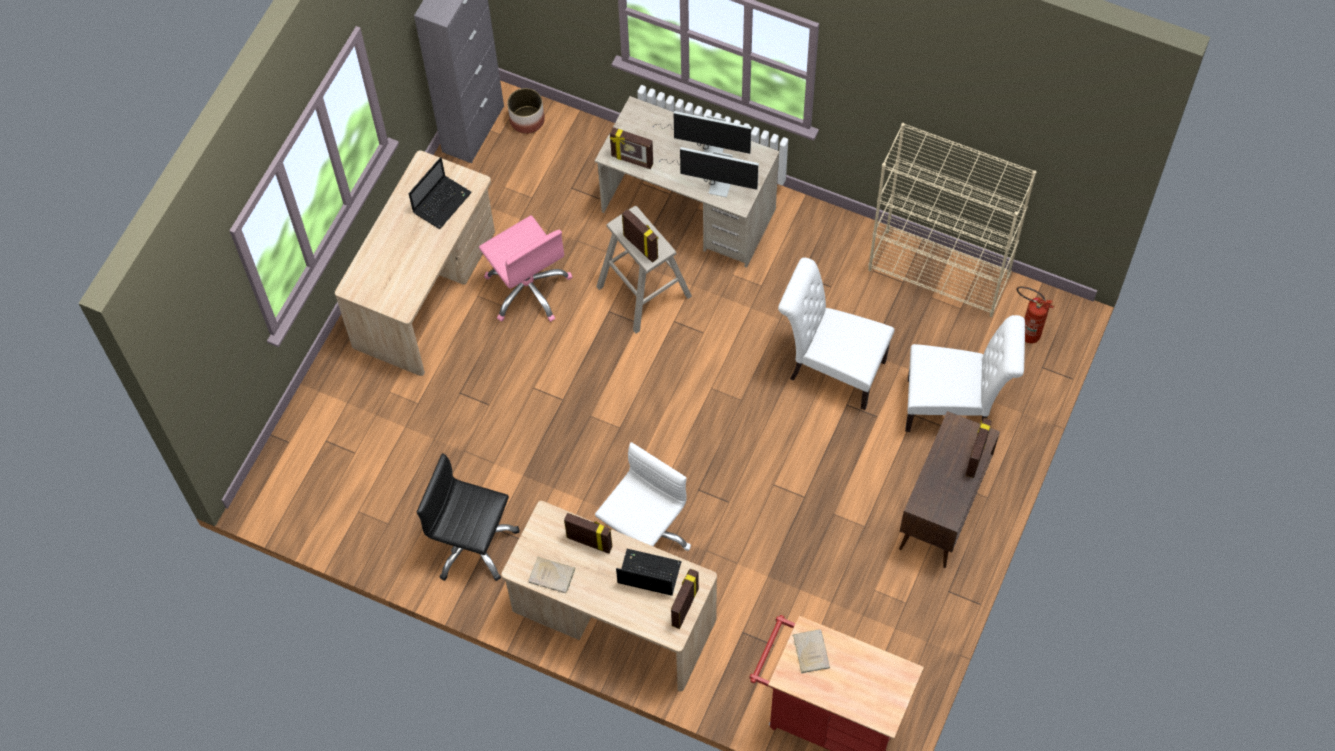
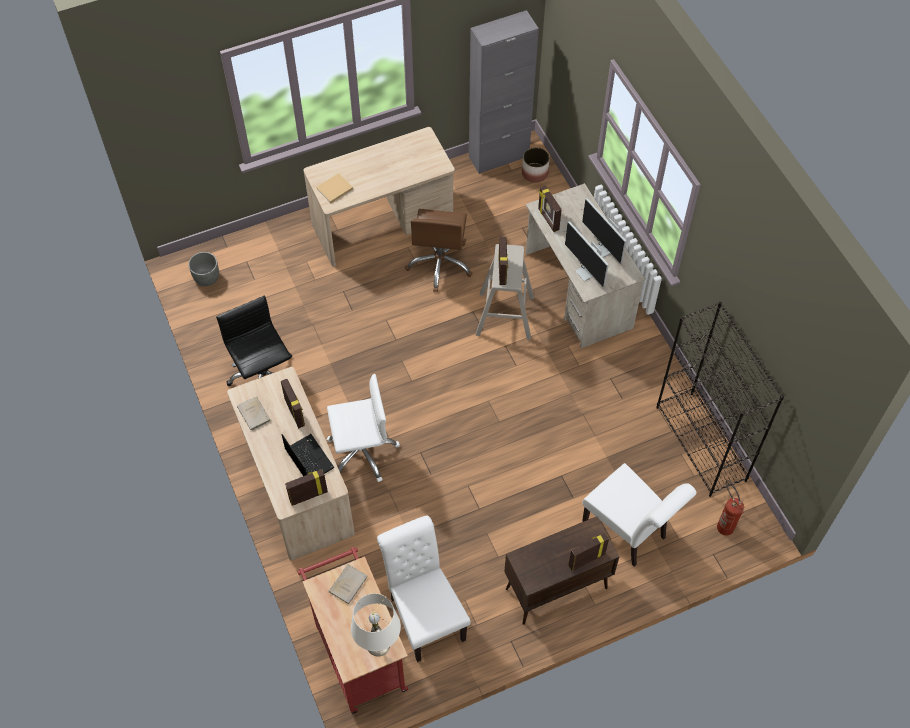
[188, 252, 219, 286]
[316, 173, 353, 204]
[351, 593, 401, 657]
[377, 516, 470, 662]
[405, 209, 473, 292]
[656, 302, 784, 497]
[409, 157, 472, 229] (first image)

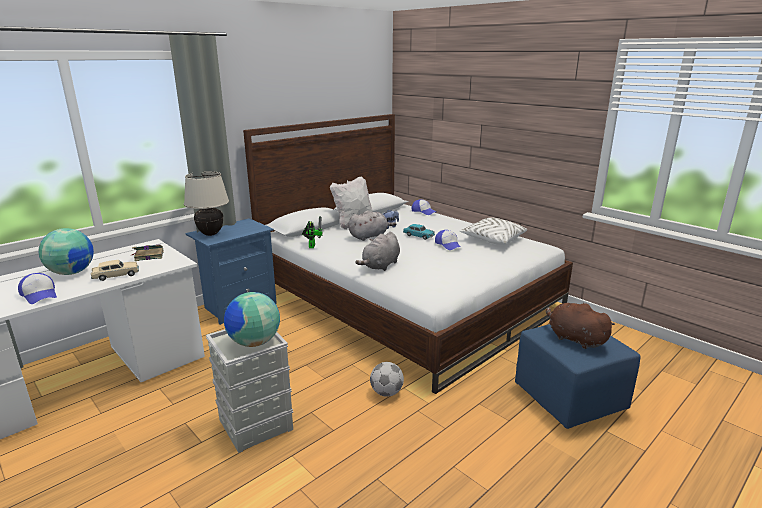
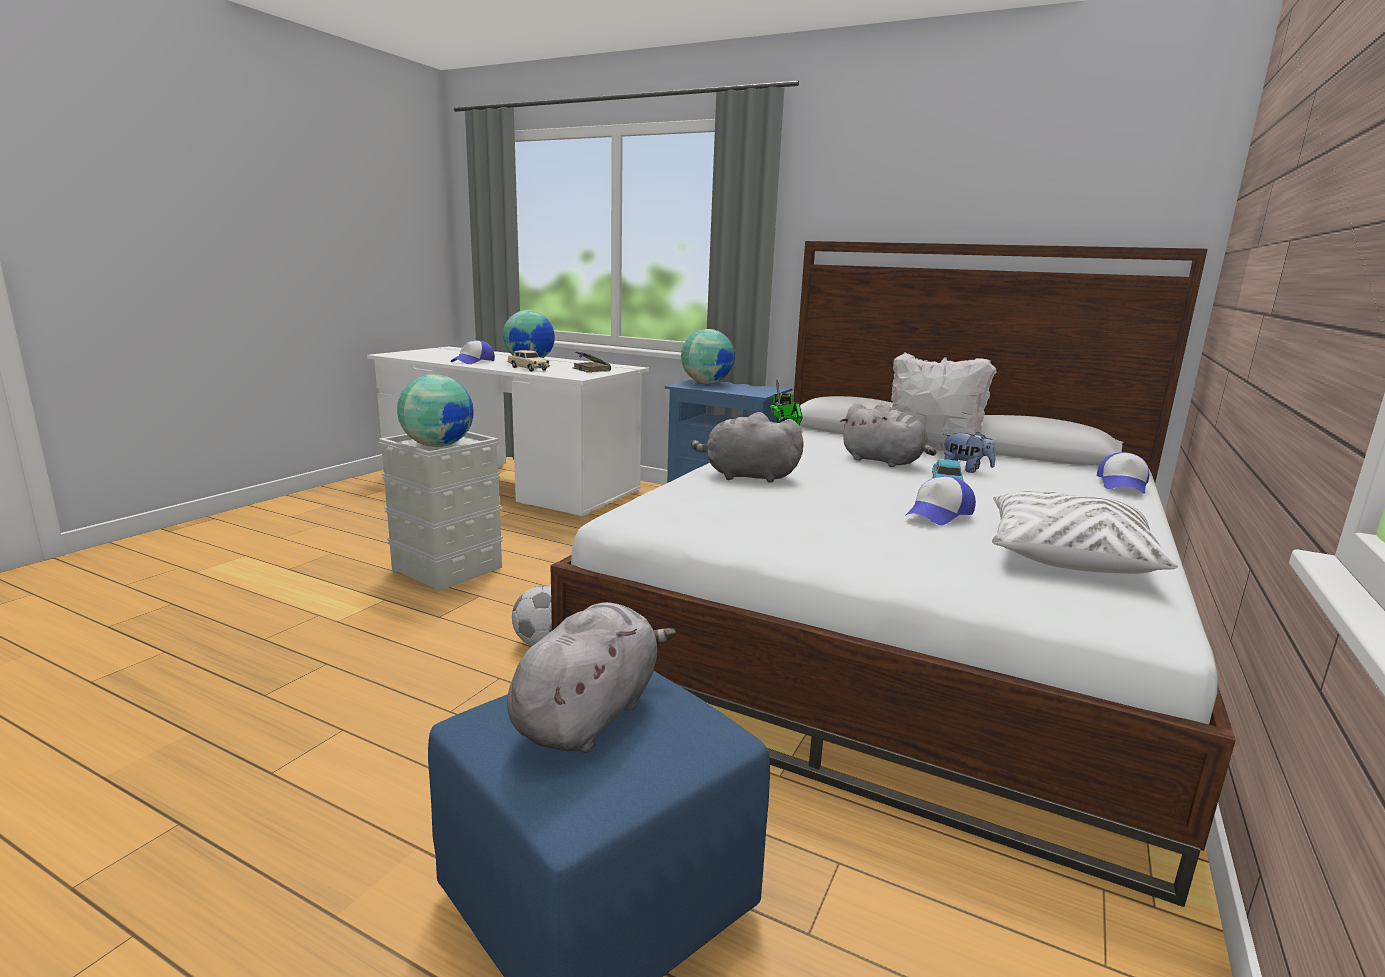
[507, 602, 676, 753]
[681, 329, 735, 384]

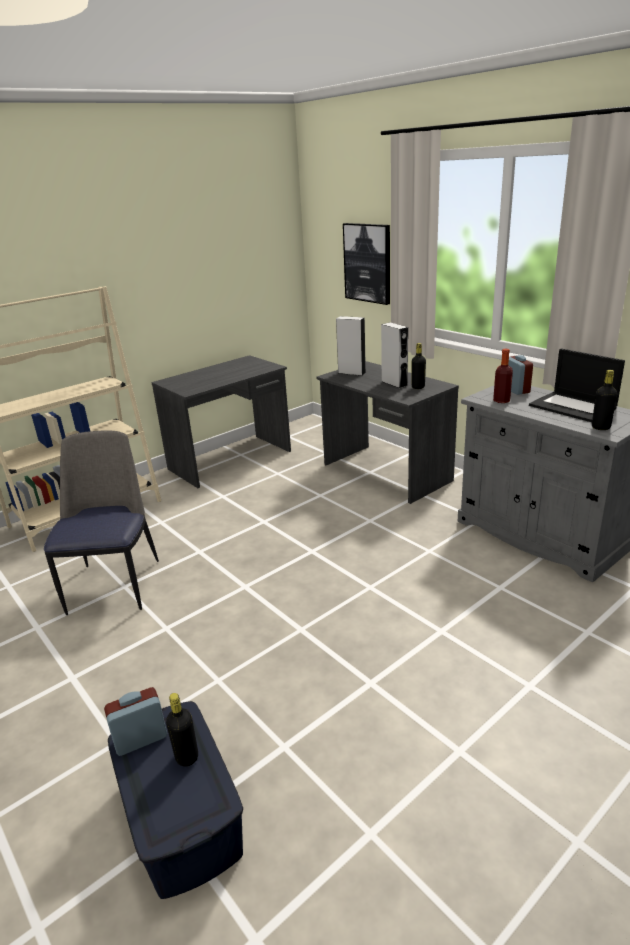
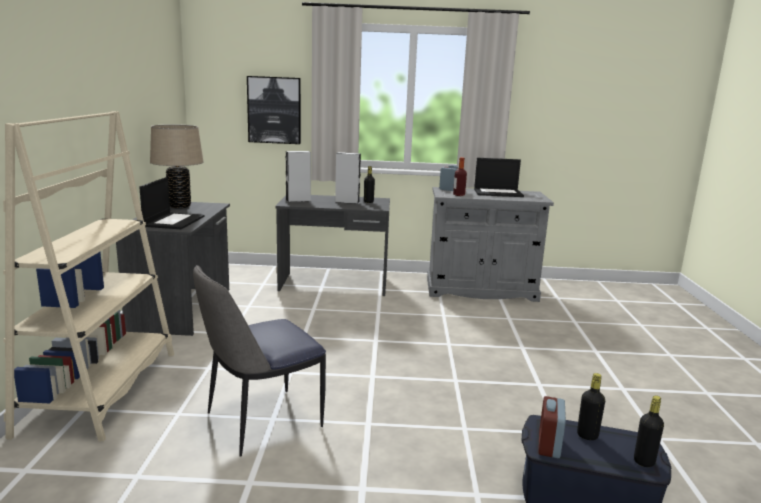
[139, 177, 204, 229]
[150, 124, 204, 208]
[193, 265, 326, 457]
[634, 396, 664, 467]

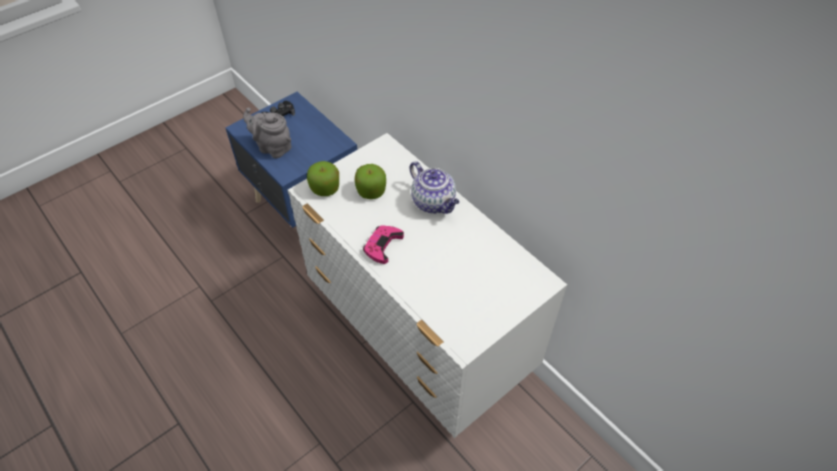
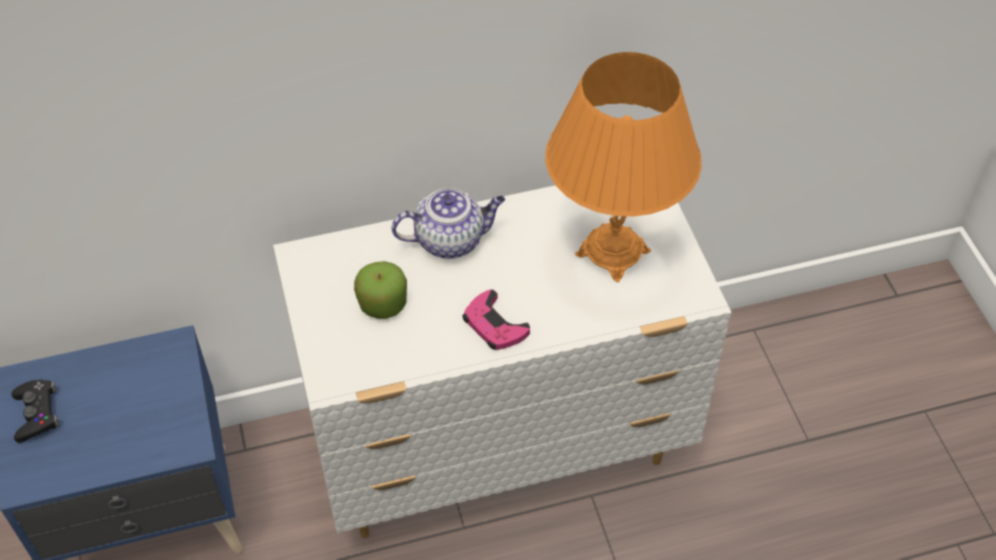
[545, 52, 702, 283]
[243, 107, 291, 158] (first image)
[307, 161, 339, 196] (first image)

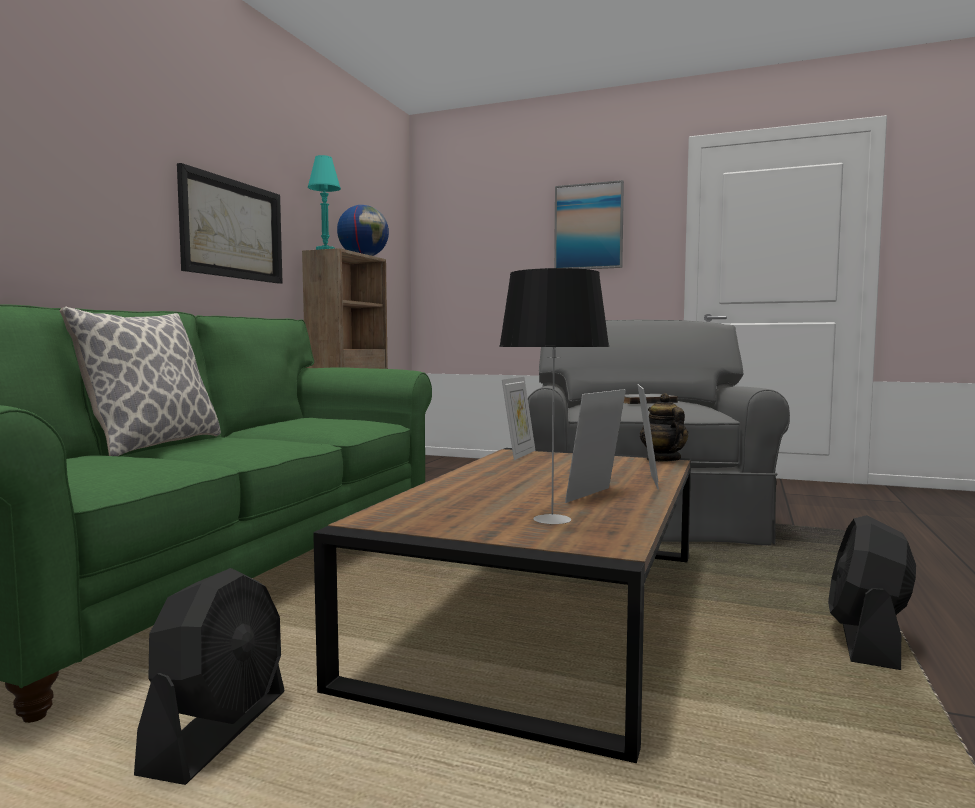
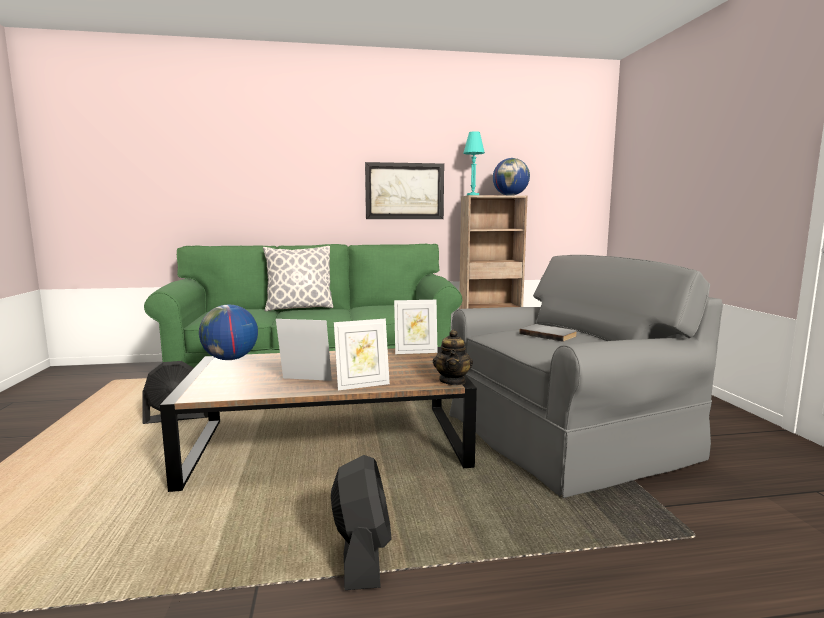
[199, 305, 258, 360]
[331, 455, 392, 590]
[433, 329, 473, 385]
[499, 268, 609, 524] (first image)
[554, 180, 624, 269] (first image)

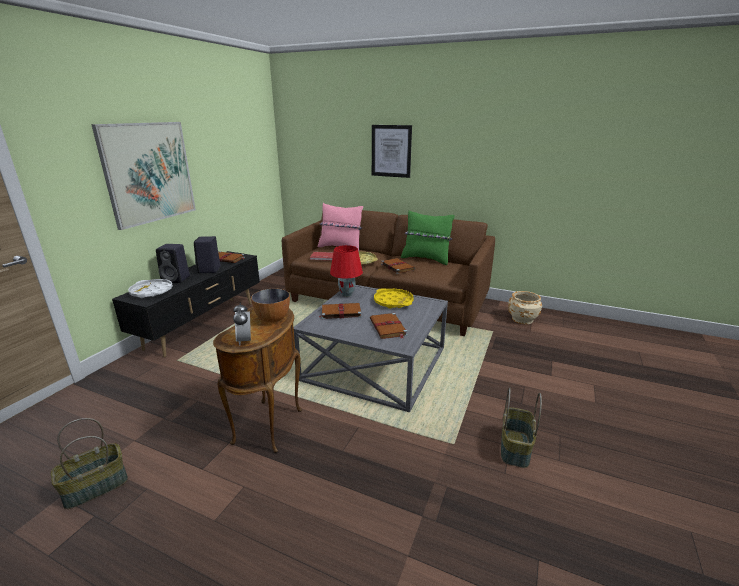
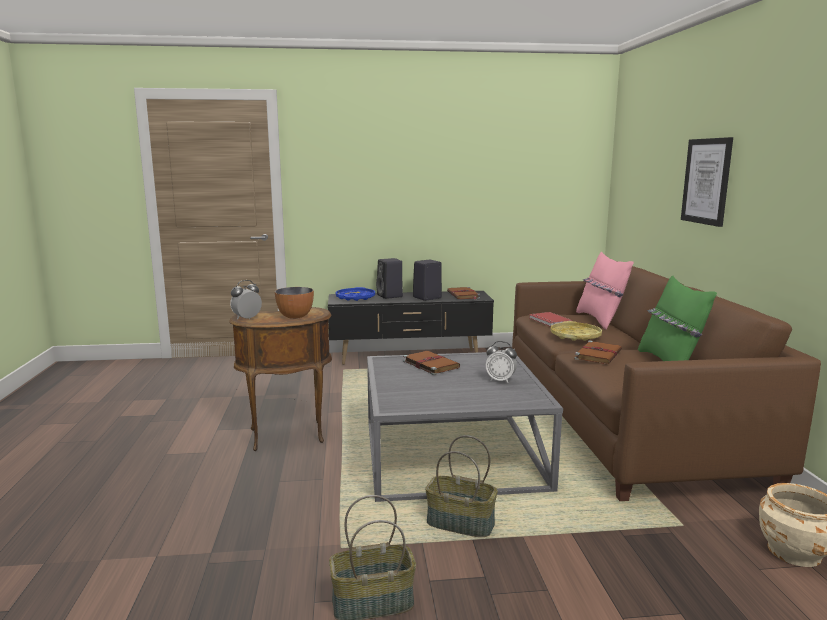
[336, 287, 375, 301]
[425, 435, 498, 537]
[486, 341, 517, 383]
[91, 122, 196, 230] (first image)
[330, 245, 363, 297] (first image)
[370, 313, 408, 339] (first image)

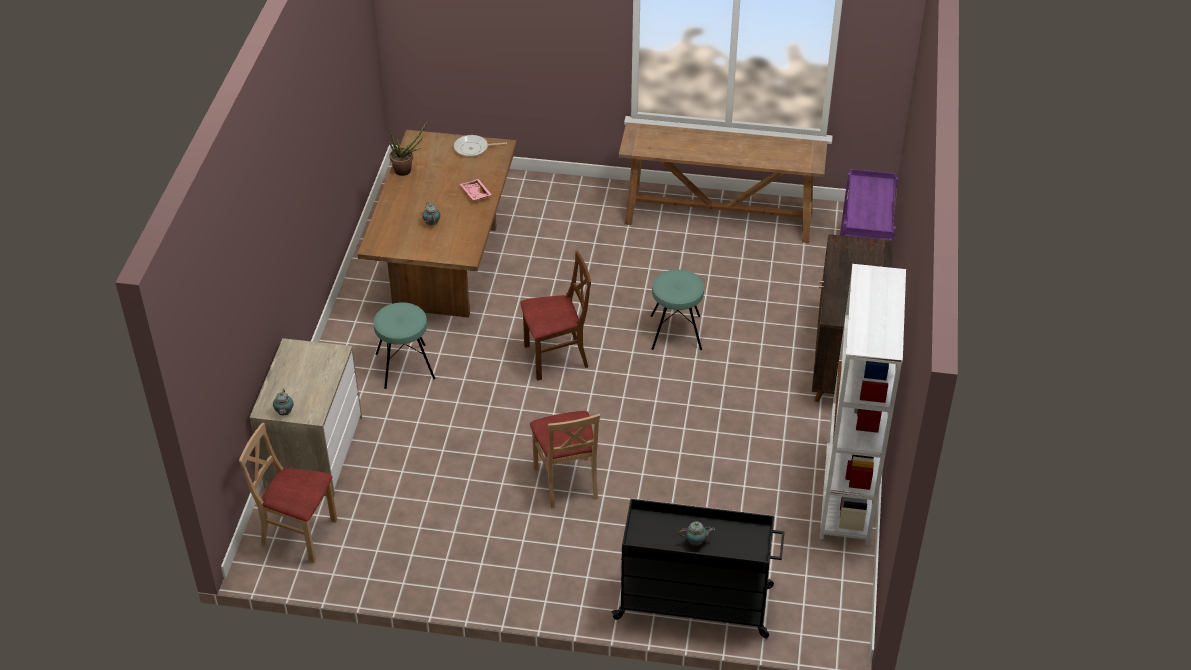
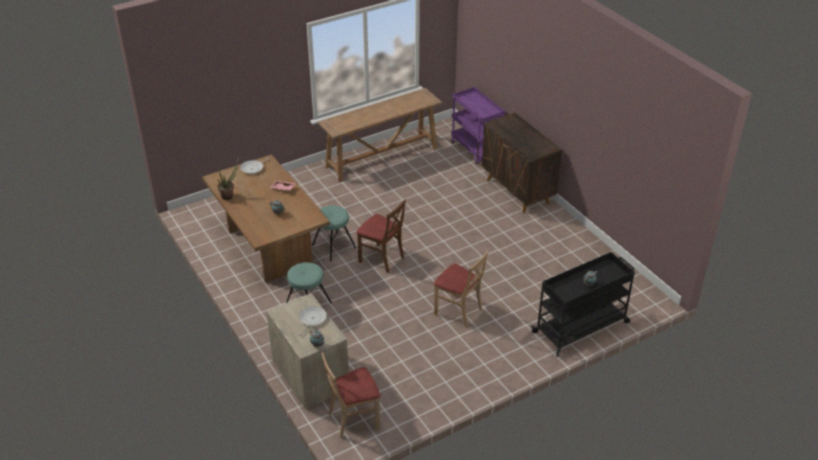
[299, 306, 327, 336]
[312, 206, 356, 262]
[356, 199, 406, 273]
[819, 264, 906, 545] (first image)

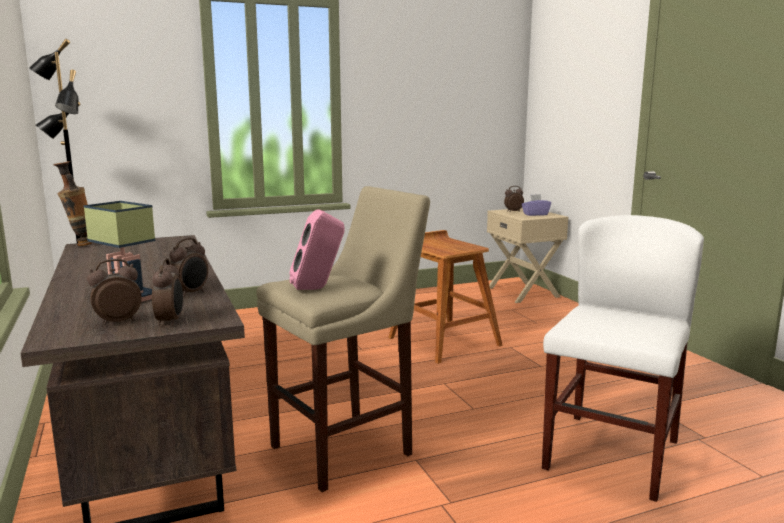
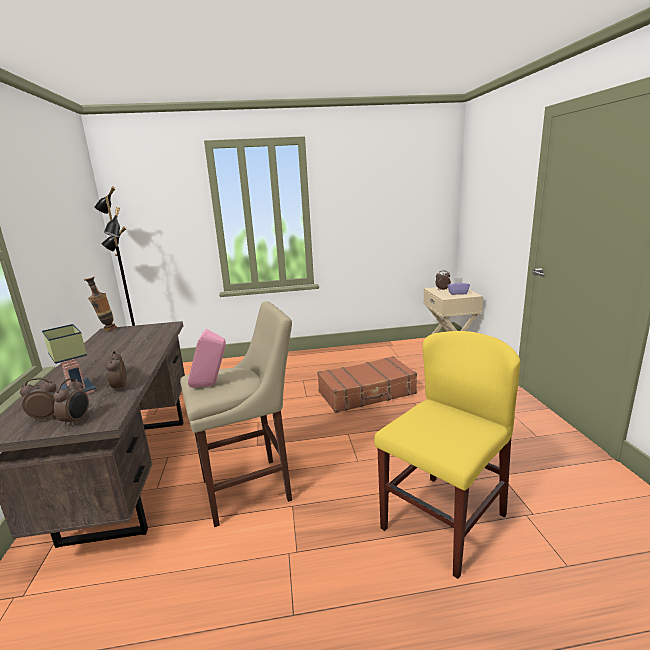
[106, 351, 127, 392]
[317, 356, 417, 413]
[374, 331, 520, 579]

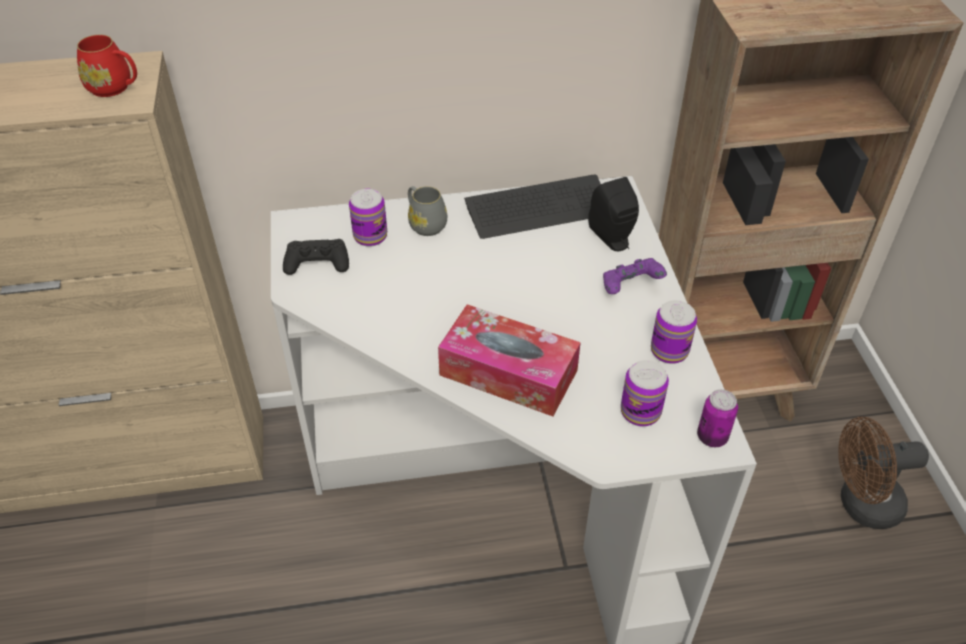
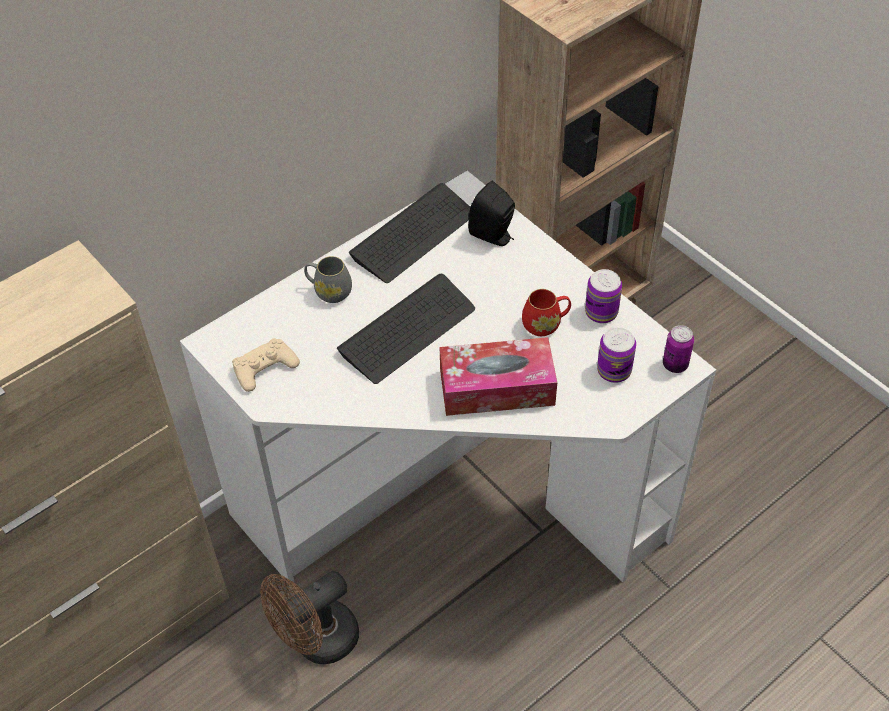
[232, 338, 300, 392]
[260, 571, 359, 664]
[337, 274, 475, 384]
[522, 289, 571, 336]
[349, 189, 387, 247] (first image)
[603, 258, 667, 294] (first image)

